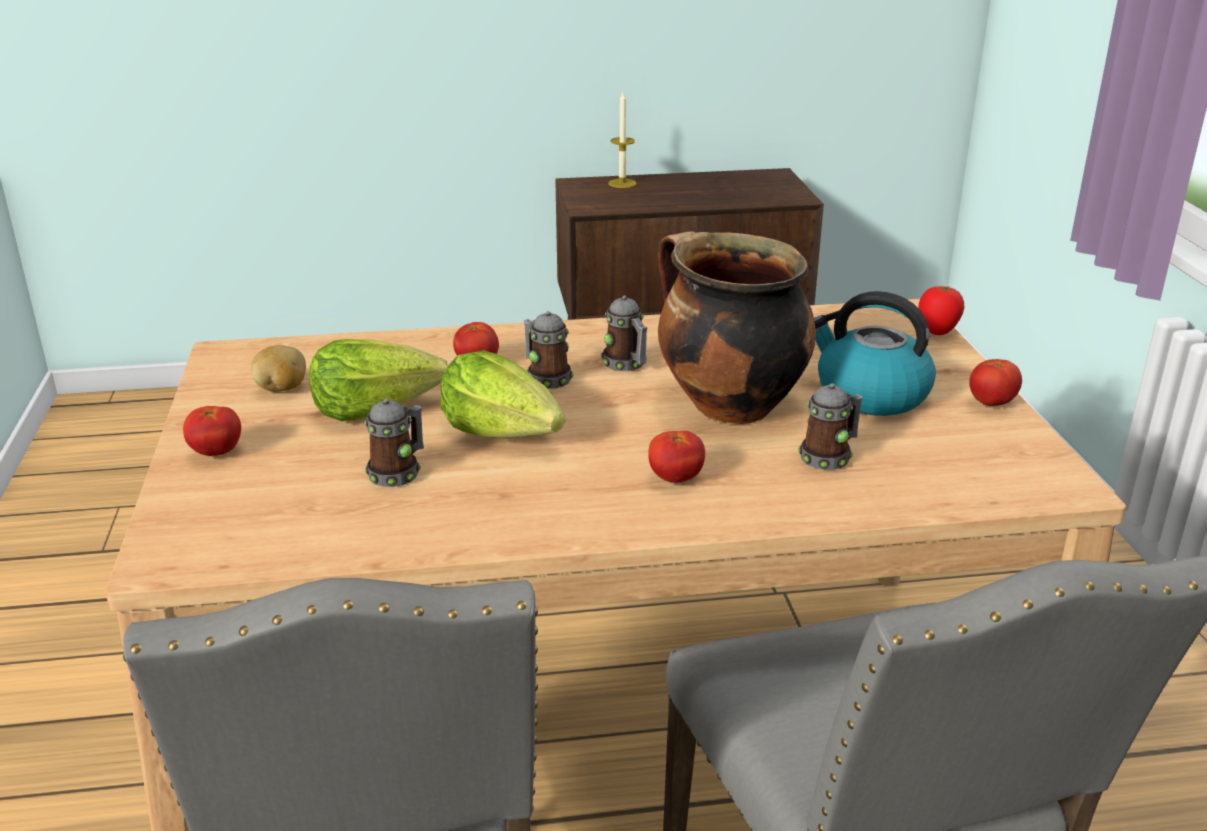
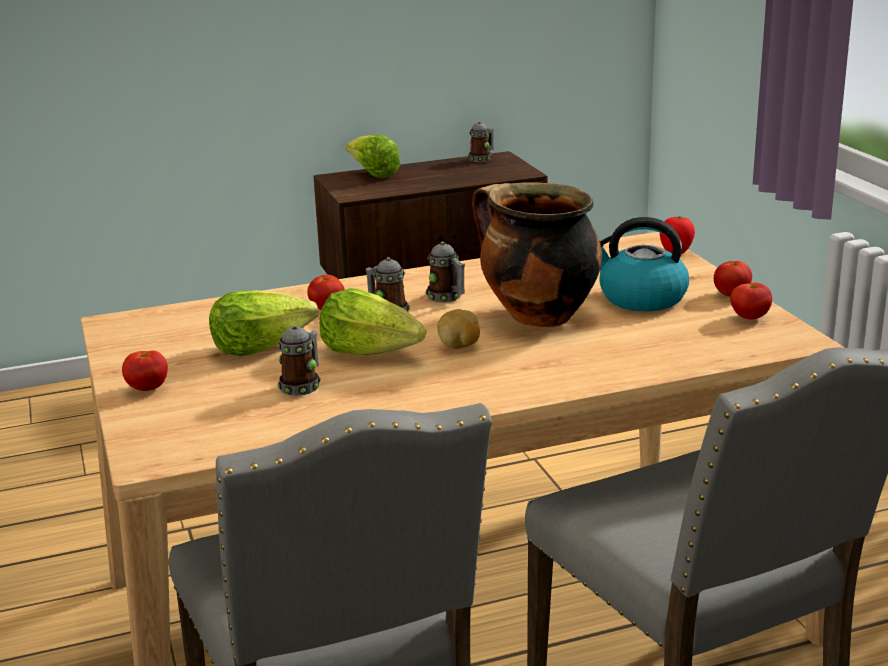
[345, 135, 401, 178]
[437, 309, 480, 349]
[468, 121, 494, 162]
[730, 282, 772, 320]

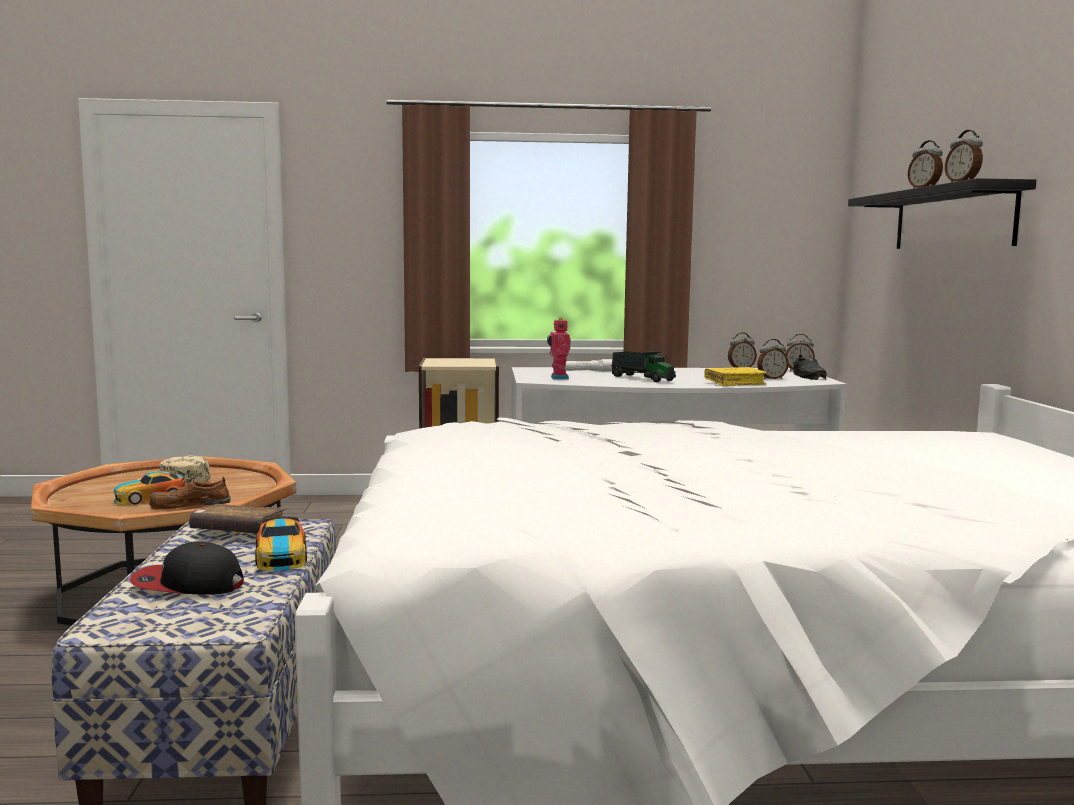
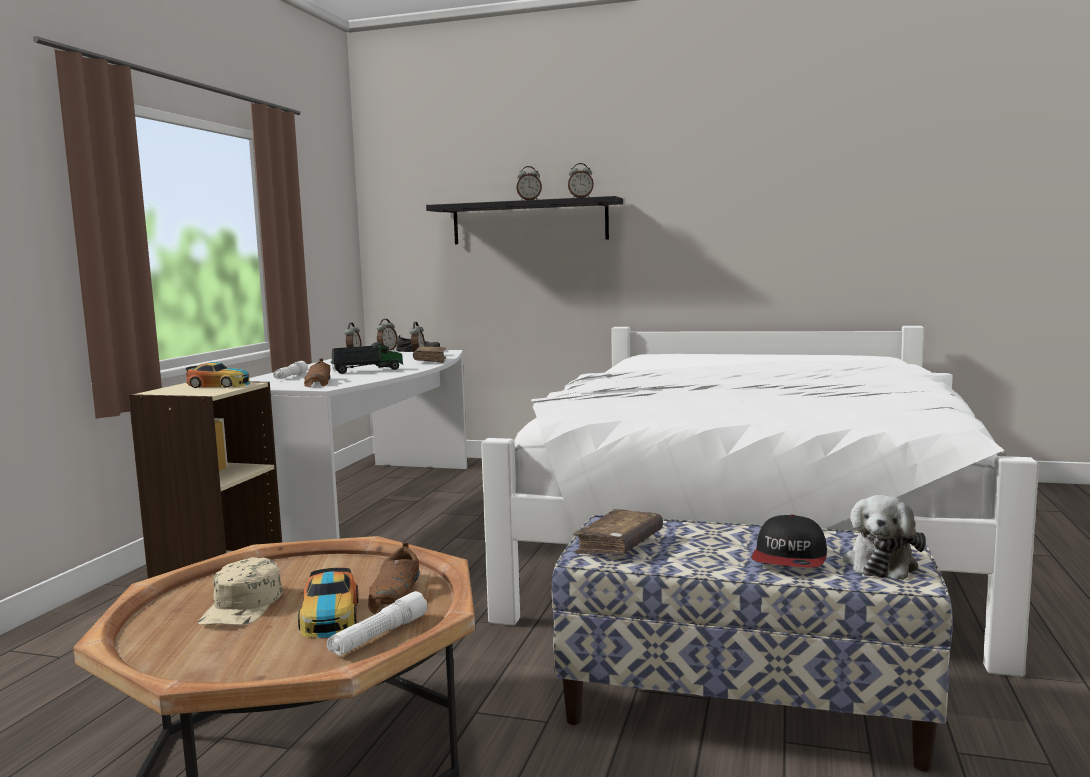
[186, 362, 250, 388]
[304, 359, 331, 387]
[327, 591, 428, 656]
[413, 347, 446, 363]
[843, 495, 926, 580]

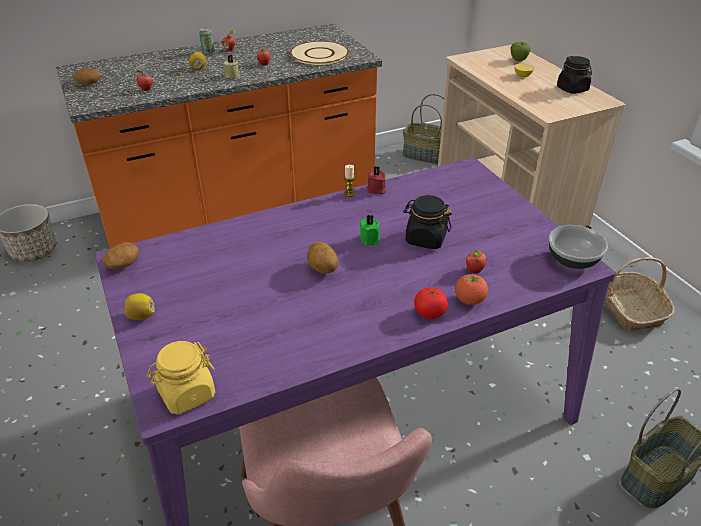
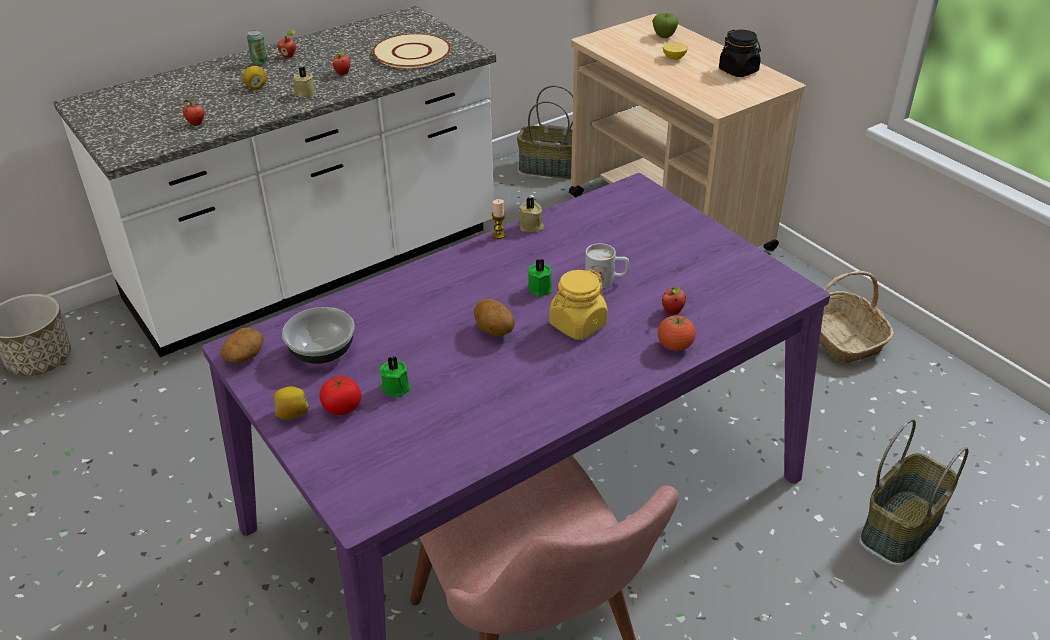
[54, 6, 496, 357]
[282, 307, 355, 364]
[319, 376, 361, 415]
[379, 356, 411, 397]
[519, 197, 544, 232]
[549, 269, 608, 340]
[585, 243, 629, 288]
[74, 68, 102, 84] (first image)

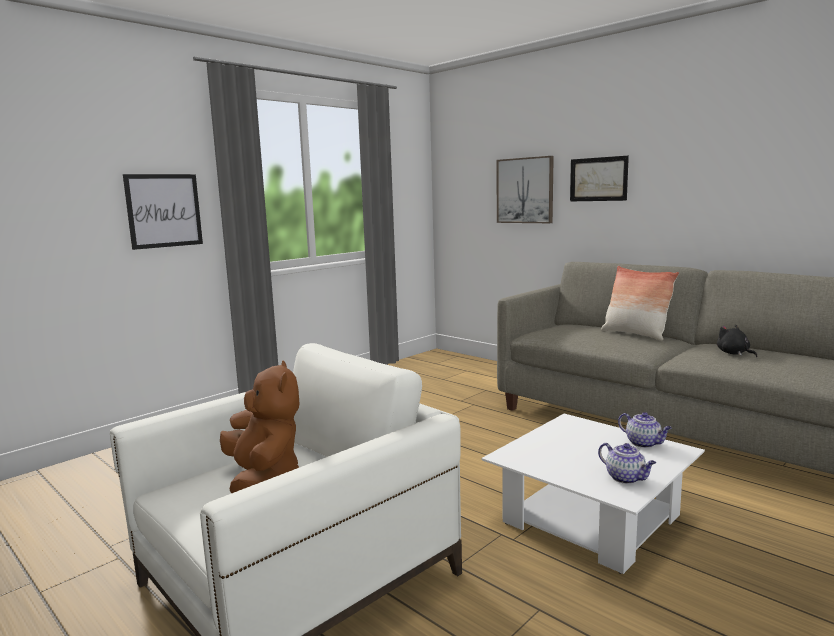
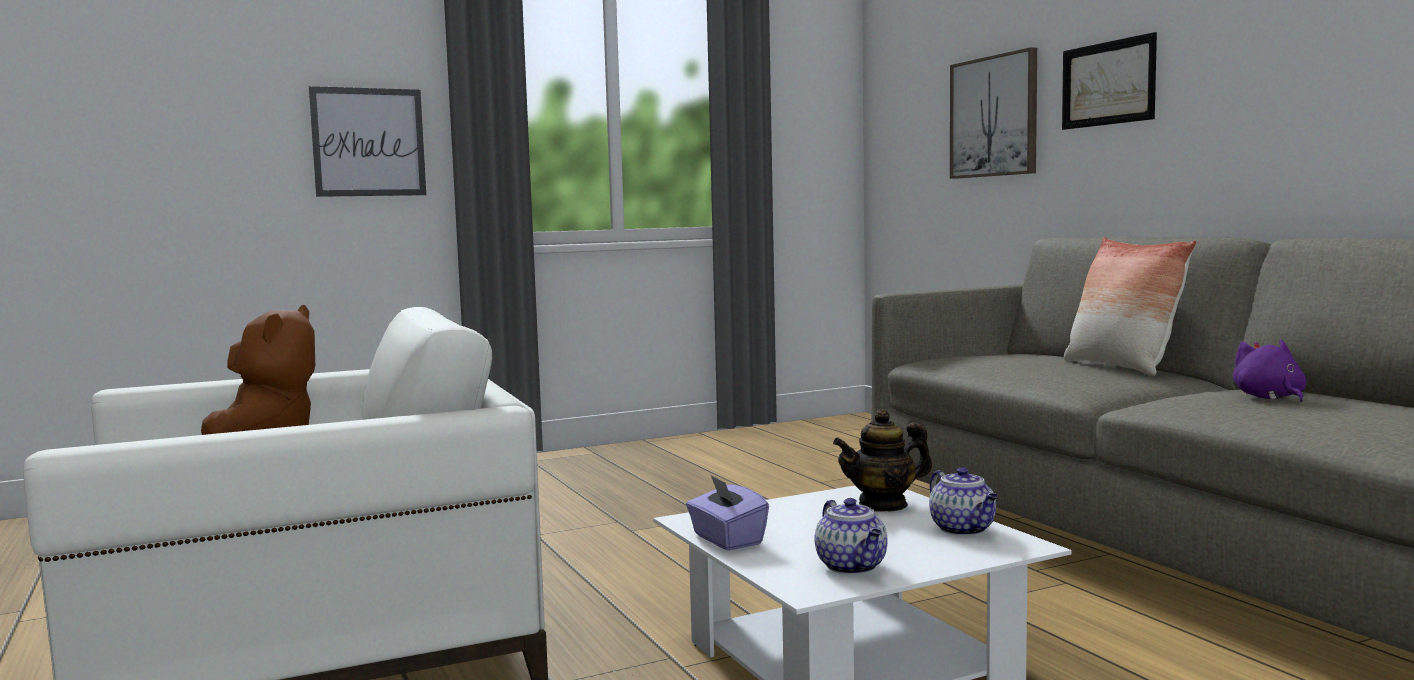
[686, 474, 769, 551]
[833, 409, 932, 512]
[1233, 339, 1306, 402]

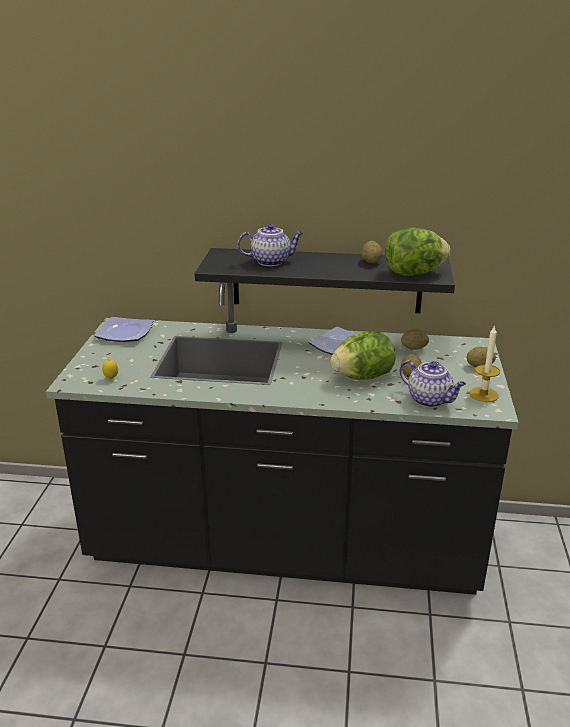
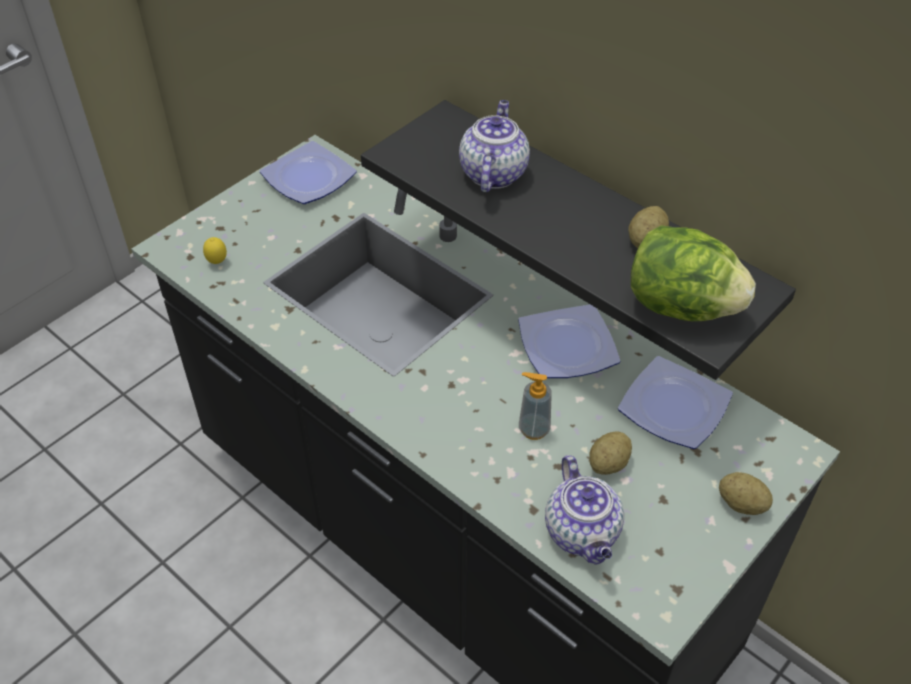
[459, 100, 530, 192]
[519, 372, 552, 440]
[618, 356, 733, 449]
[469, 325, 500, 402] (first image)

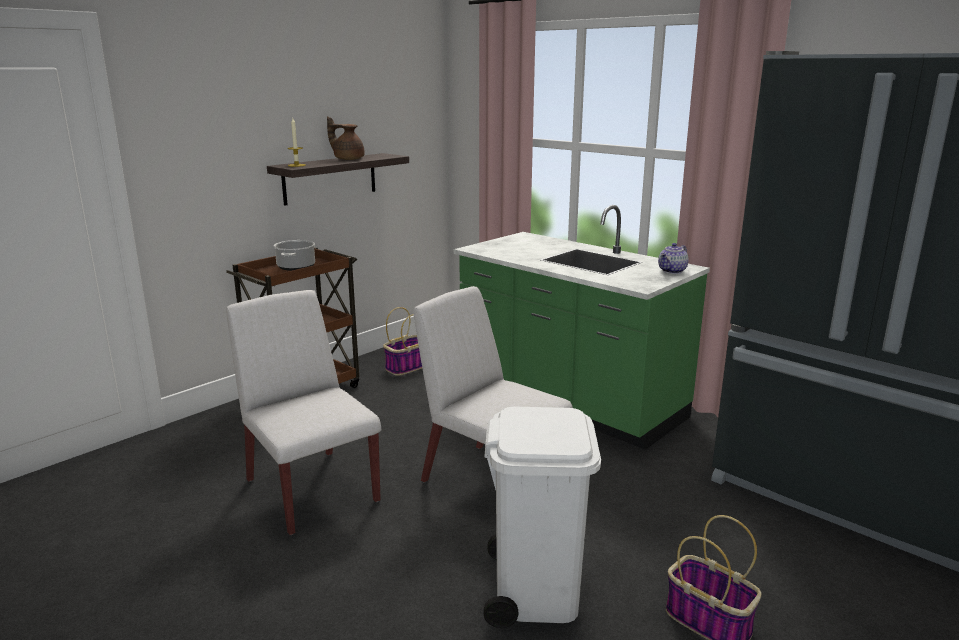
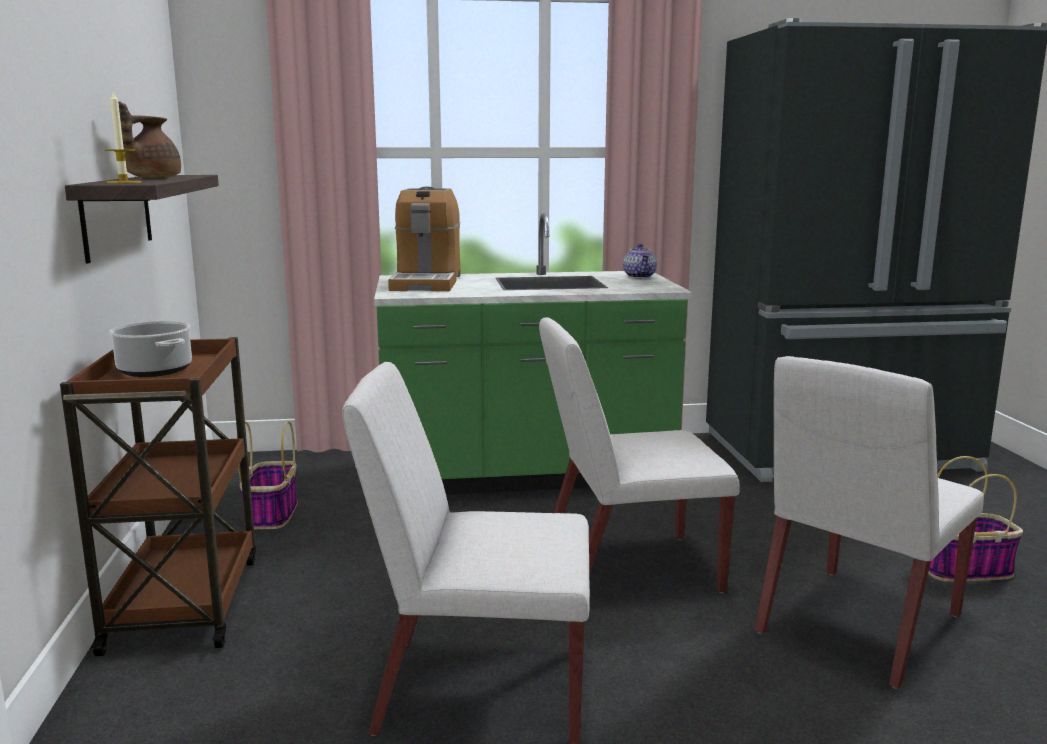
[118, 101, 181, 178]
[388, 186, 461, 291]
[755, 356, 984, 689]

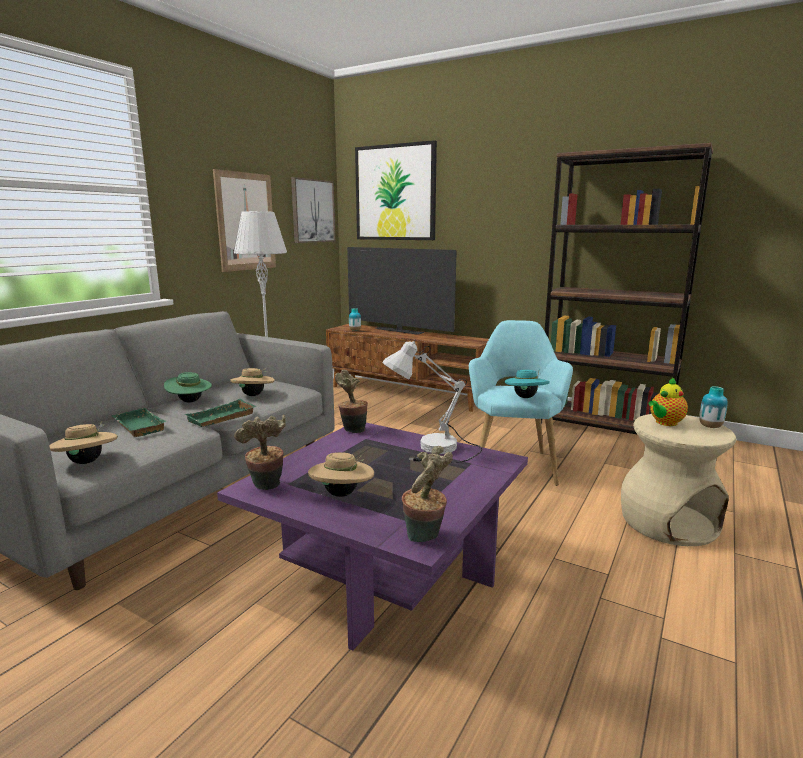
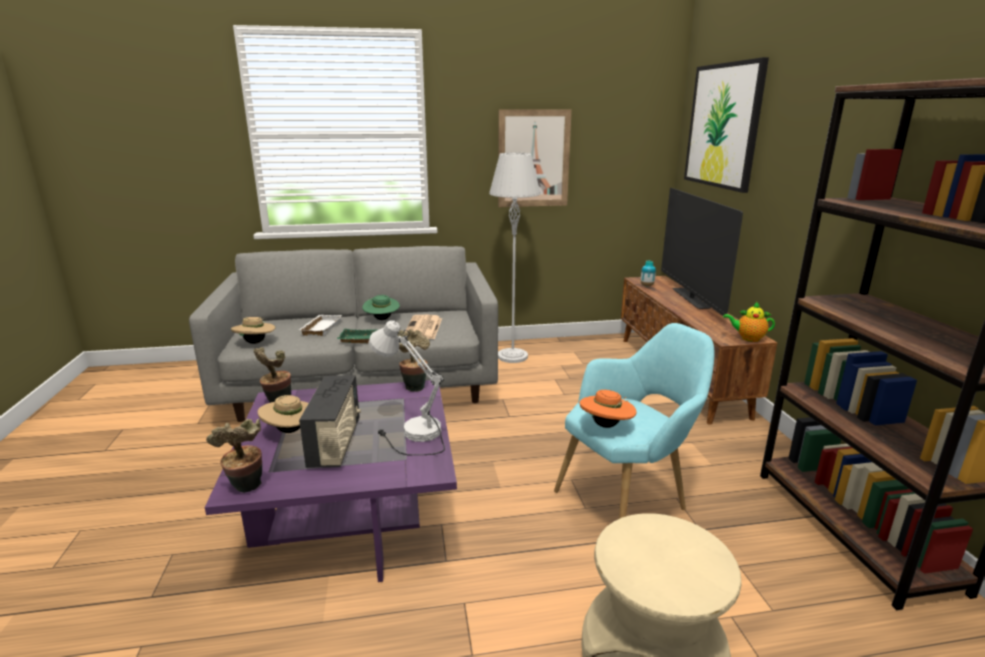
[299, 315, 342, 336]
[299, 375, 361, 468]
[405, 315, 442, 339]
[580, 390, 637, 428]
[723, 302, 775, 342]
[291, 177, 336, 243] (first image)
[699, 386, 728, 428] (first image)

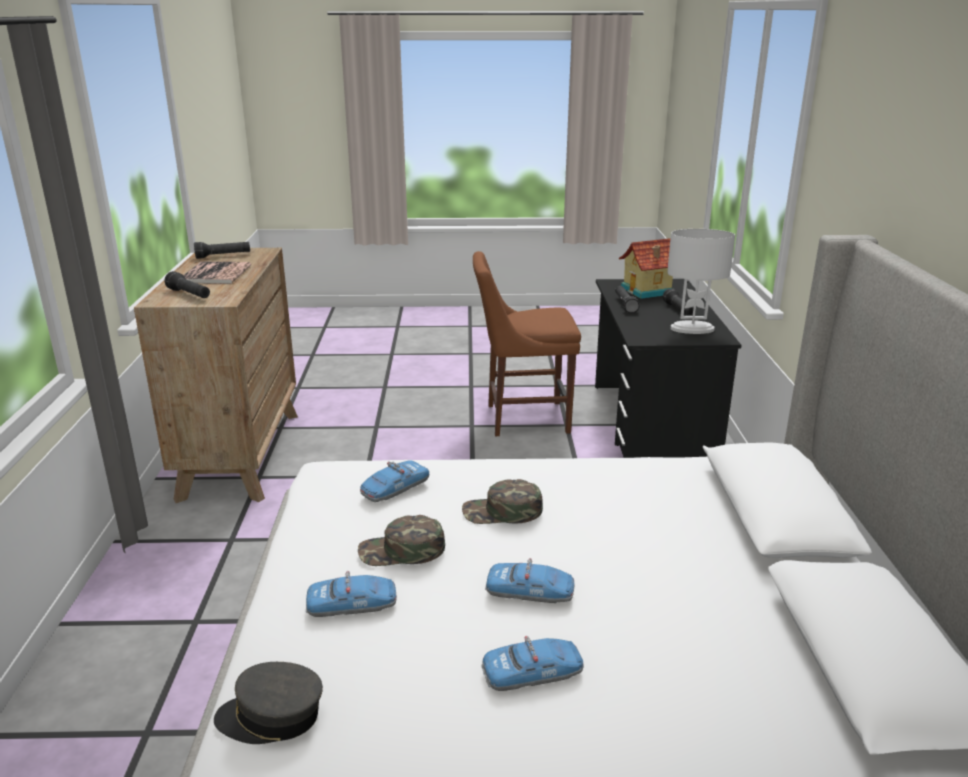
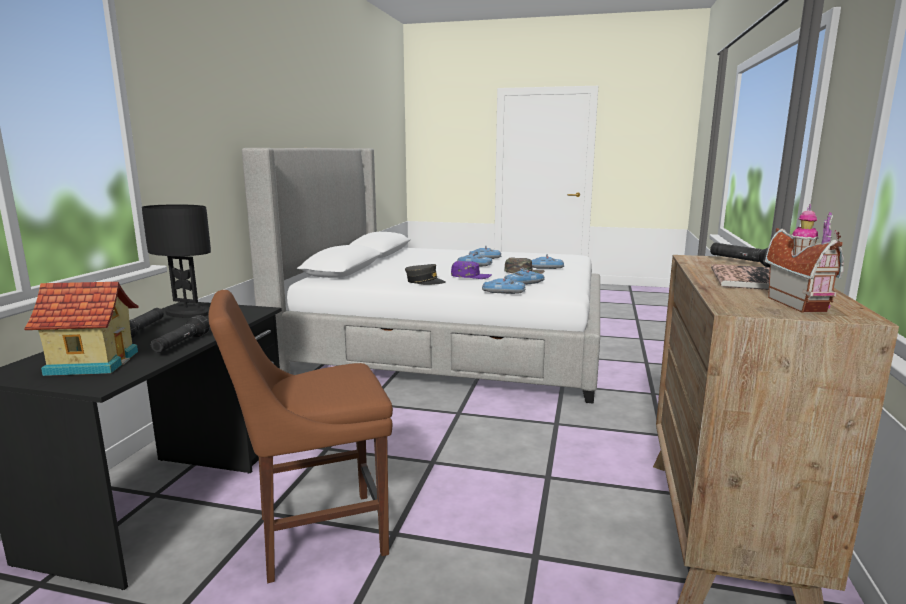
[142, 204, 211, 318]
[209, 290, 393, 583]
[405, 264, 446, 285]
[451, 261, 492, 279]
[482, 275, 526, 294]
[765, 203, 844, 313]

